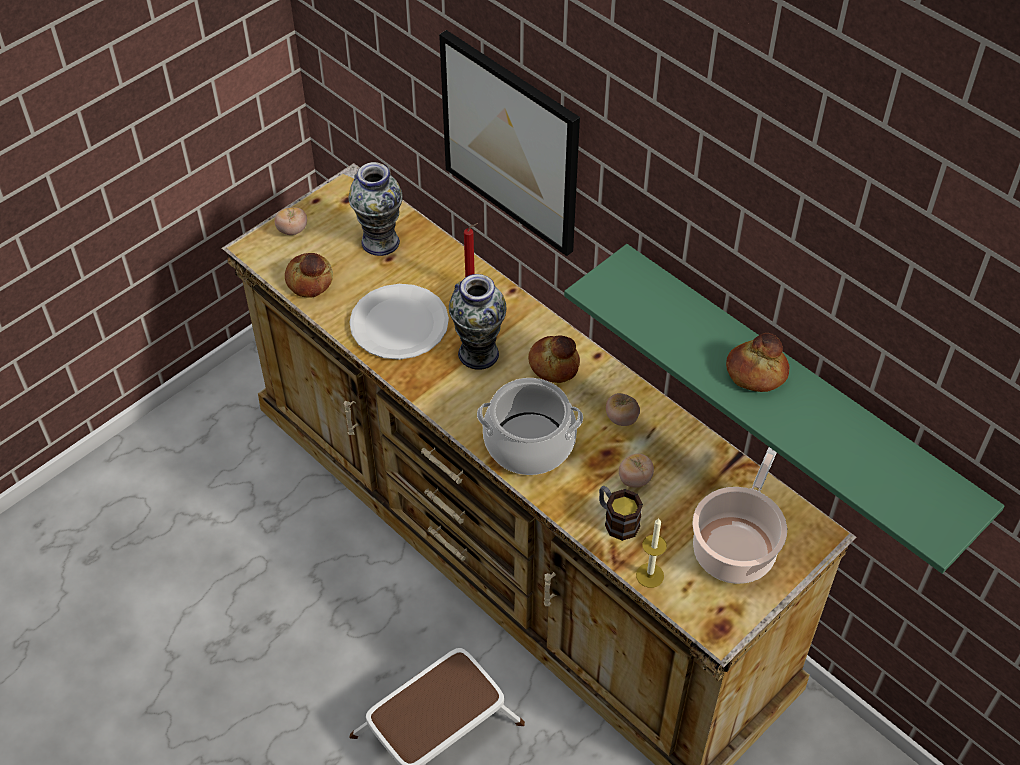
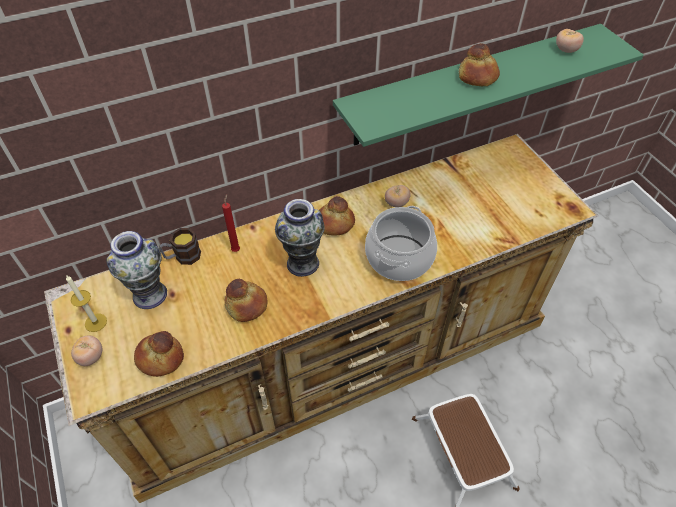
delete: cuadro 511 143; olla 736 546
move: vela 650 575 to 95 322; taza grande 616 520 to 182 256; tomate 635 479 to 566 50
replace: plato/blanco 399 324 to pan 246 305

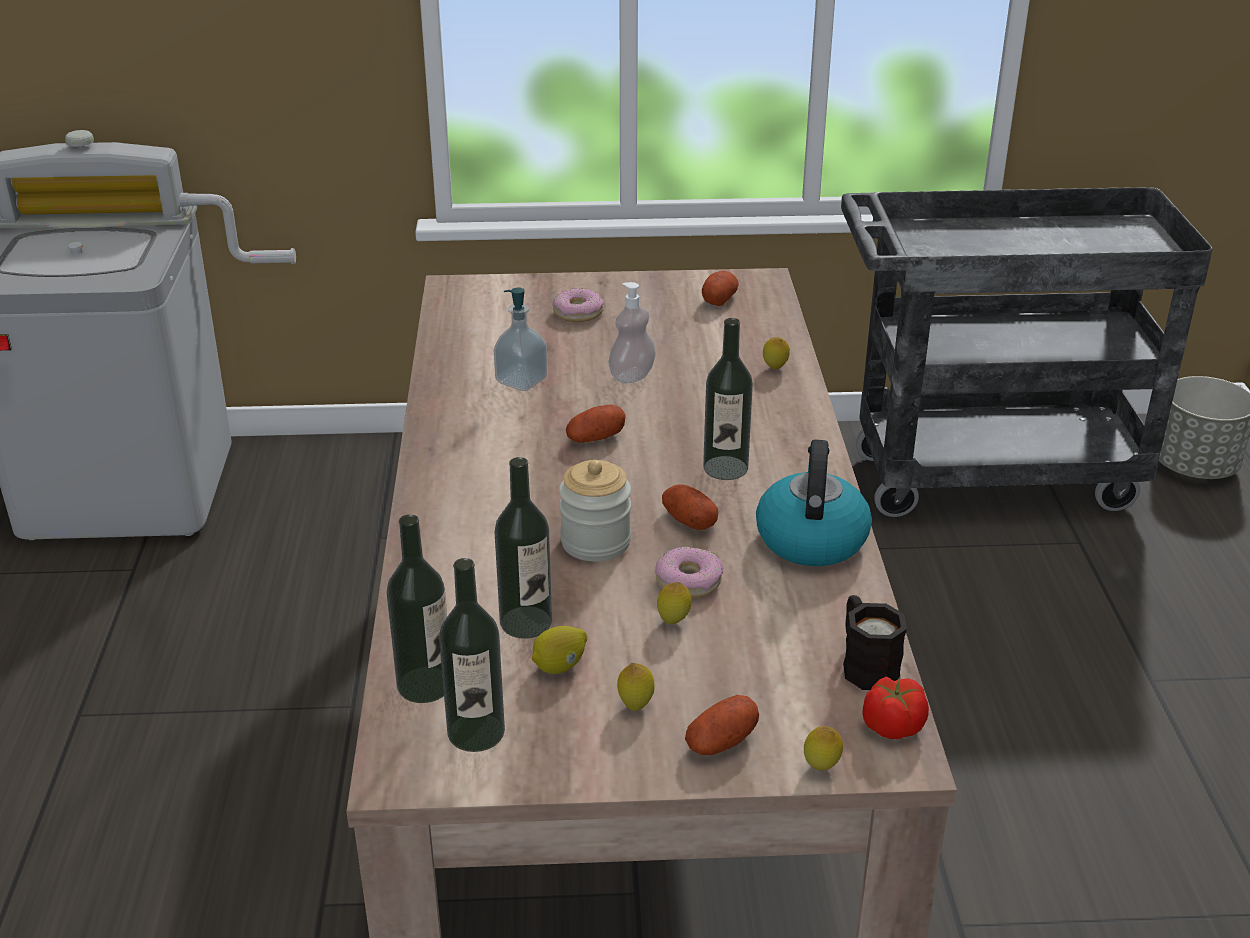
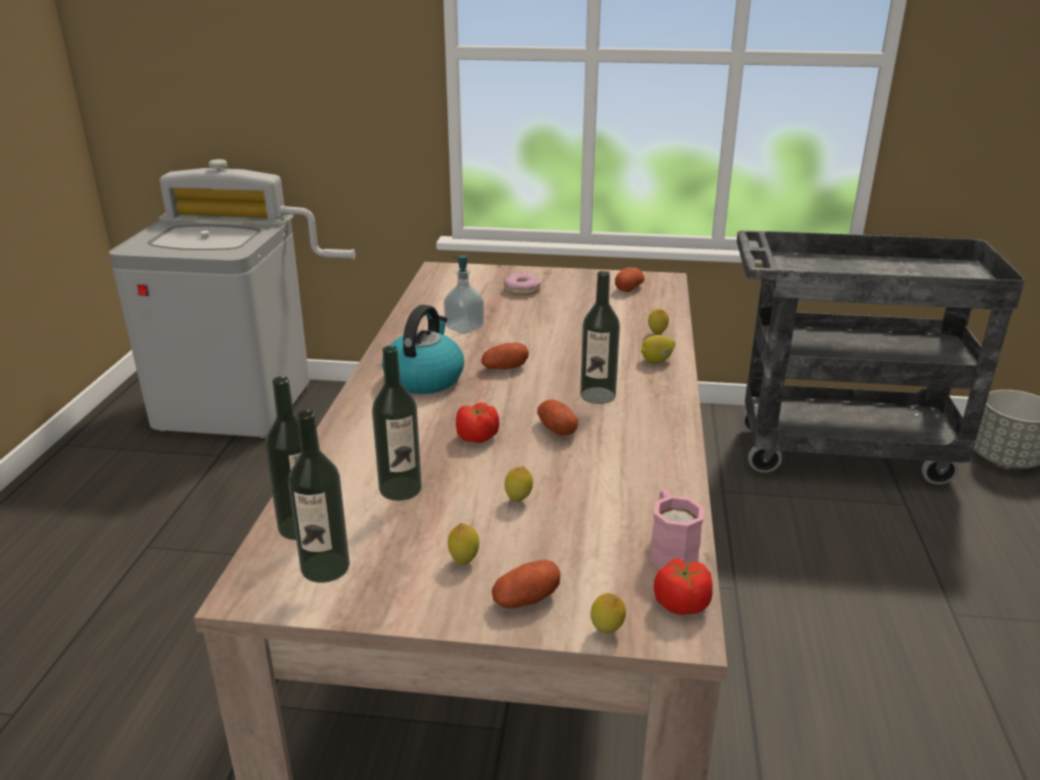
delete: dispensador de jabón 632 376; rosquilla 688 581
move: hervidor 811 538 to 424 378; limón 560 666 to 656 361
replace: tarro 595 542 to tomate 478 437
recolor: taza grande/negro 865 663 to taza grande/rosa 670 549

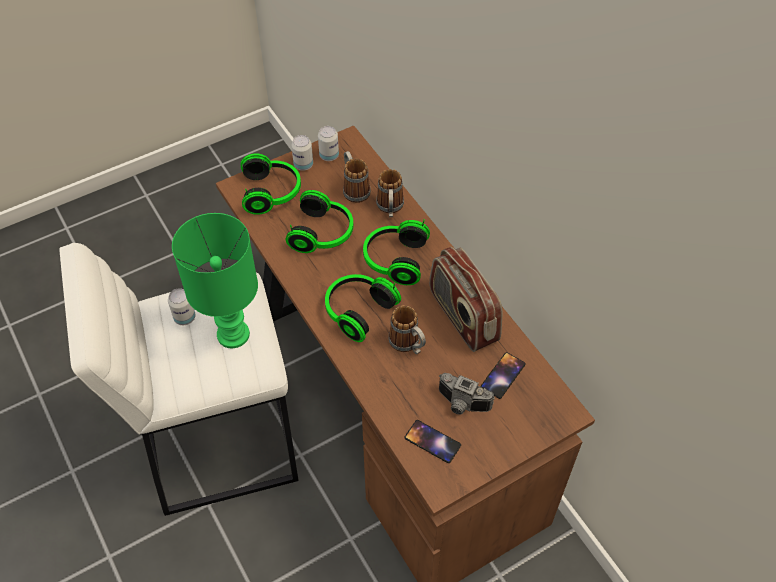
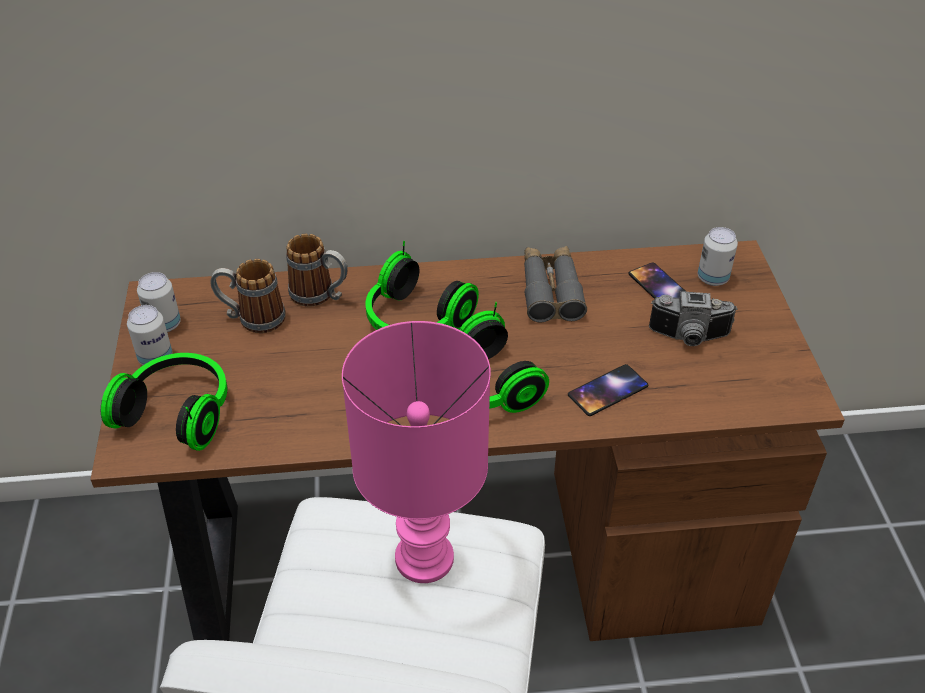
delete: auriculares 323 234; taza grande 408 345
move: móvil 432 442 to 608 391; lata 185 318 to 712 278
replace: radio 462 316 to prismáticos/gris 551 291
recolor: lámpara de mesa/verde 232 335 to lámpara de mesa/rosa 423 560
rotate: cámara 461 405 = 689 338 45 degrees clockwise

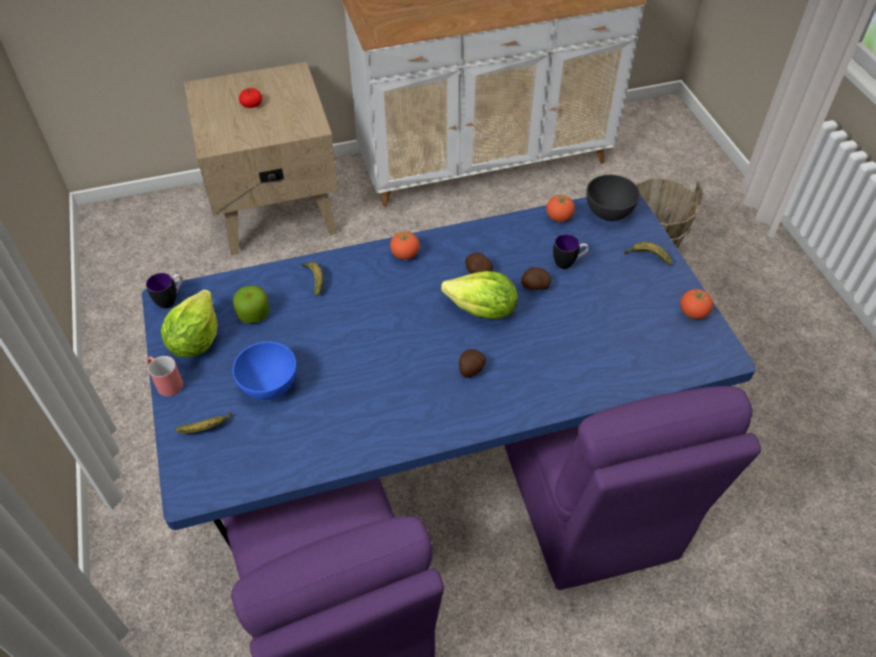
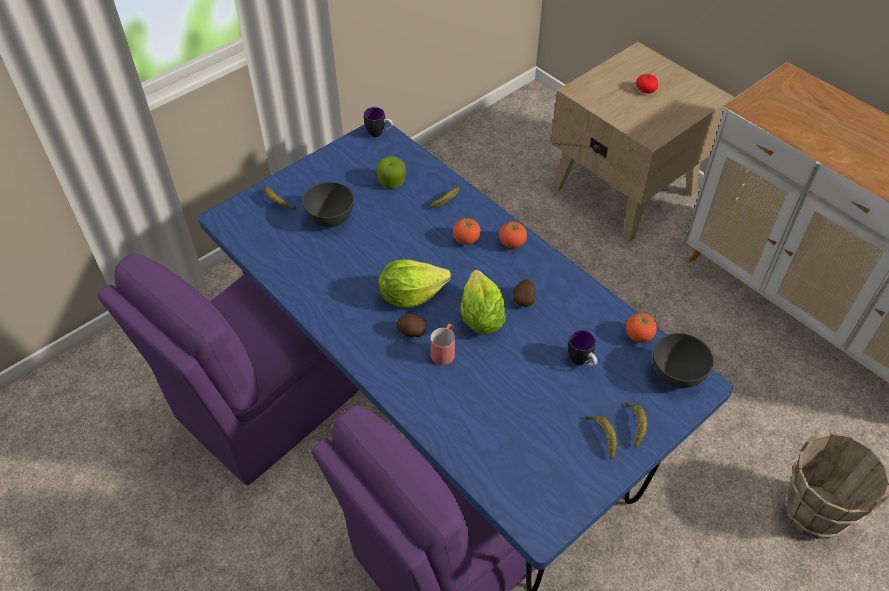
delete: patata 535 286
insert: plátano 603 436
move: lechuga 195 340 to 410 295; taza grande/rojo 166 382 to 444 350; tomate 693 313 to 466 240
recolor: cuenco/azul 270 385 to cuenco/gris 331 218

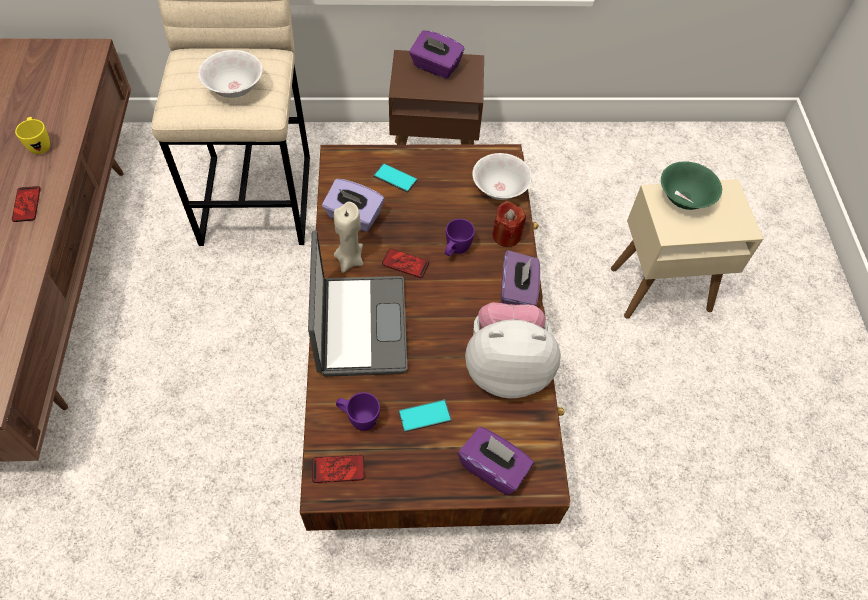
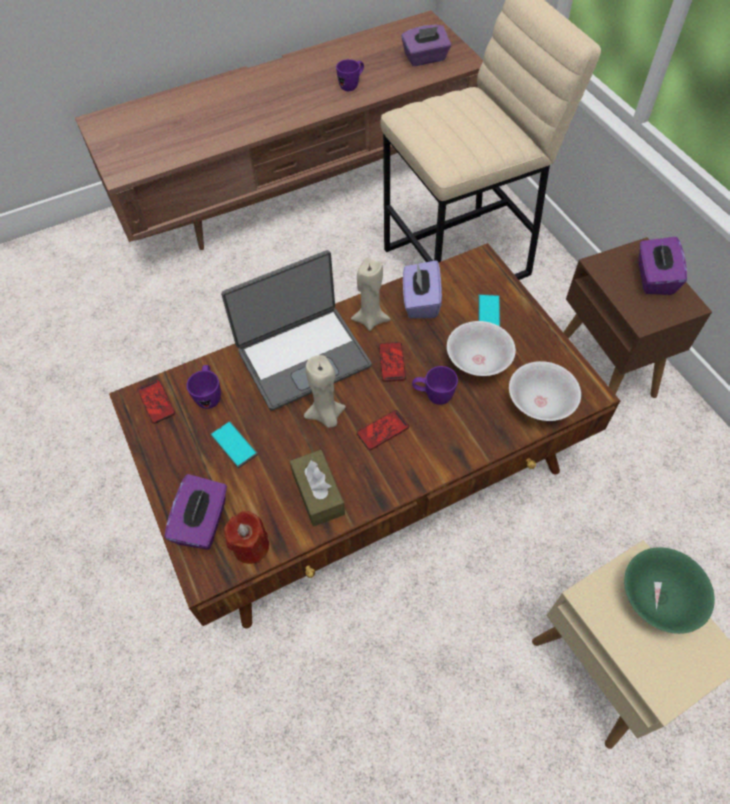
insert: vela/beis 326 416
move: vela/rojo 506 235 to 251 546; móvil 26 204 to 383 430; caja de pañuelos/morado 517 292 to 425 58; cuenco/blanco 235 89 to 478 362
replace: peluche 506 368 to caja de pañuelos/marrón 318 493
recolor: taza grande/amarillo 40 145 to taza grande/morado 352 86

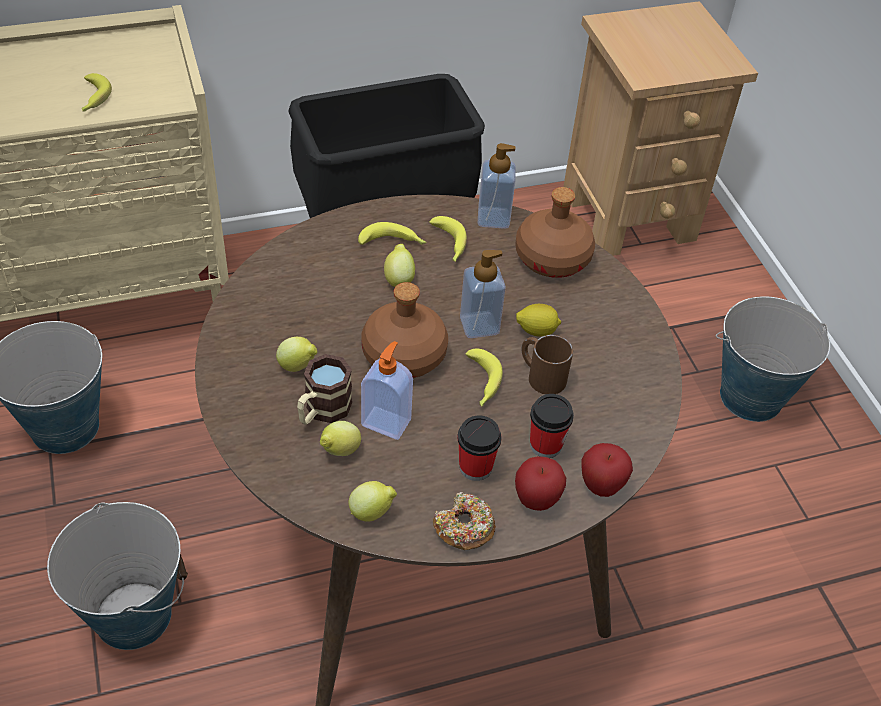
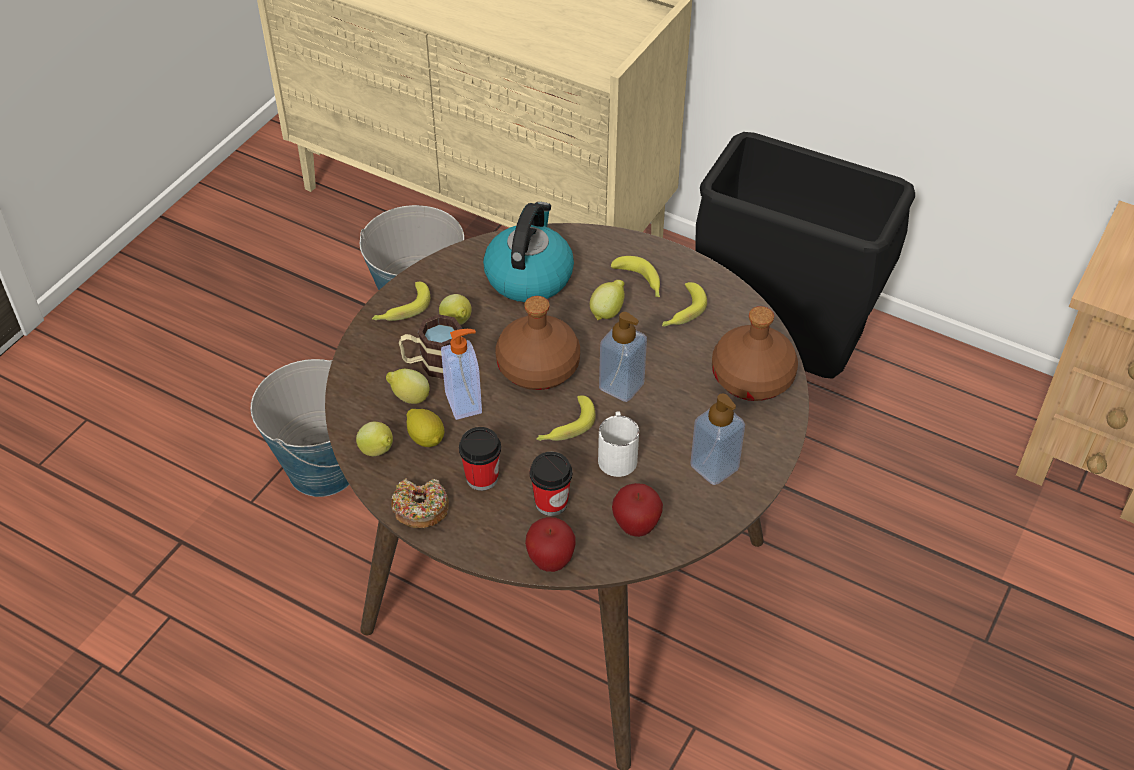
delete: cubo 750 397
insert: hervidor 529 276
move: plátano 92 99 to 401 309; limón 536 331 to 426 438; manzana 536 500 to 636 526; dispensador de jabón 493 218 to 714 467
recolor: taza grande/marrón 541 375 to taza grande/blanco 617 454

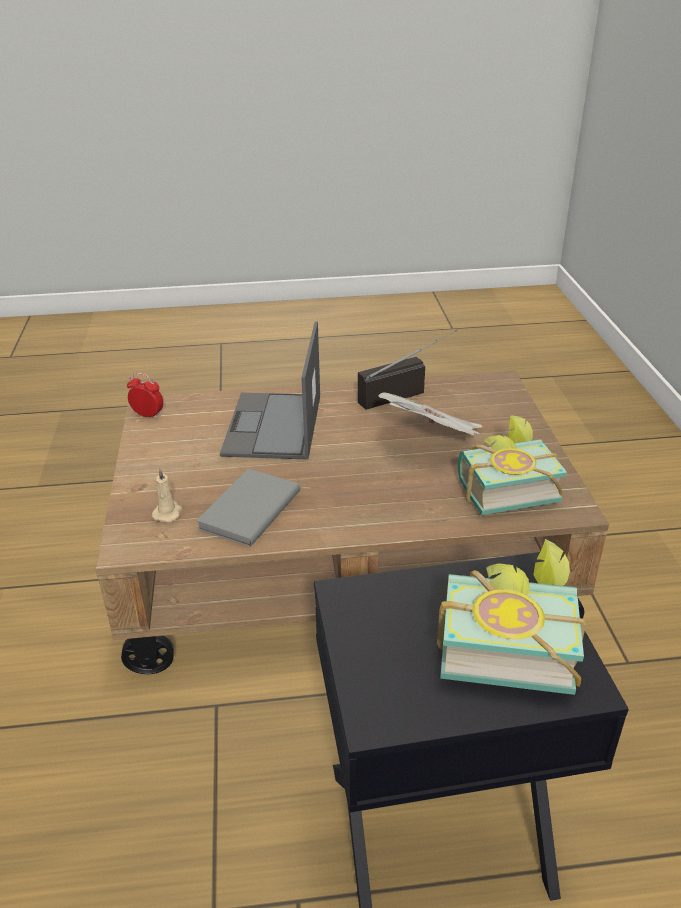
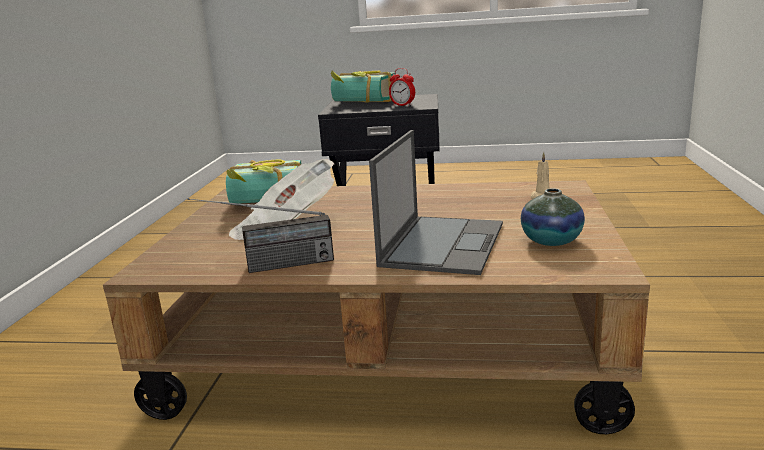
delete: libro/gris 247 510
insert: florero 551 241
move: despertador 148 415 to 402 105

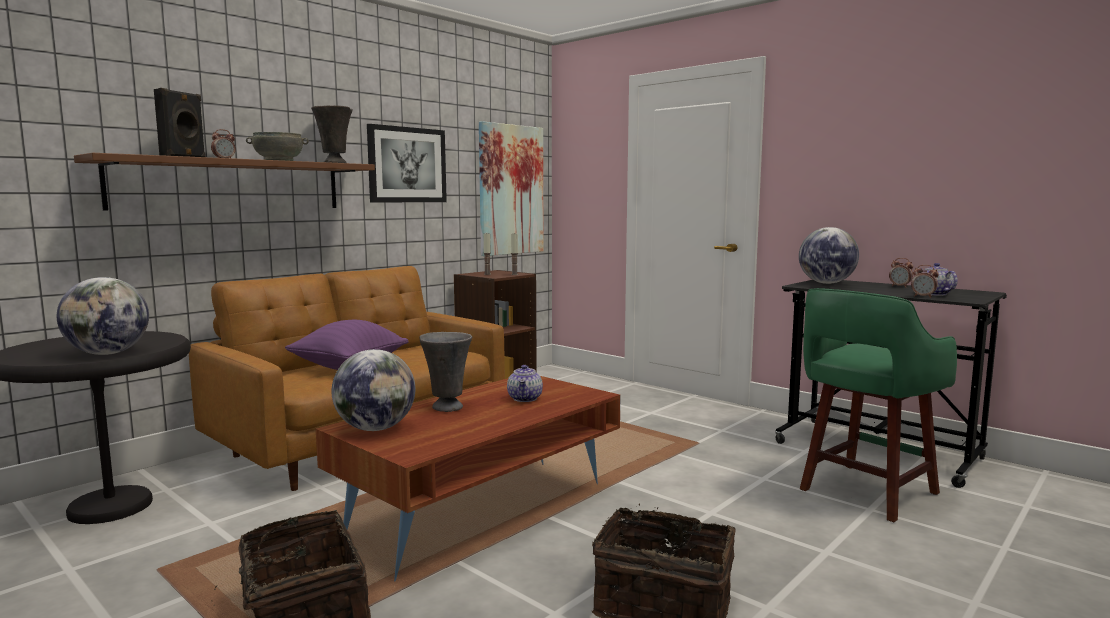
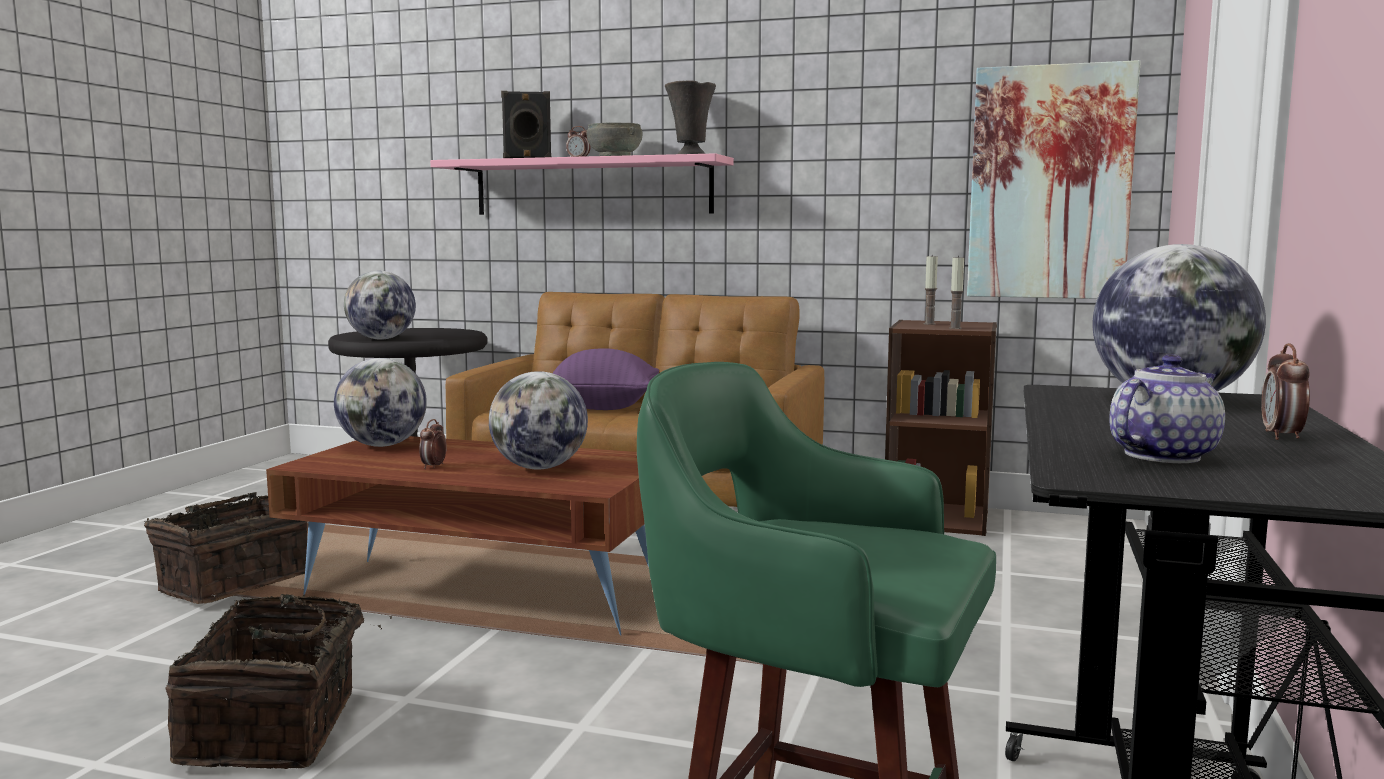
delete: cuadro 407 165; florero/gris 447 407
move: despertador 923 297 to 433 467
replace: tetera 525 398 to globo terráqueo 540 468
recolor: estante/marrón 231 185 to estante/rosa 592 187

